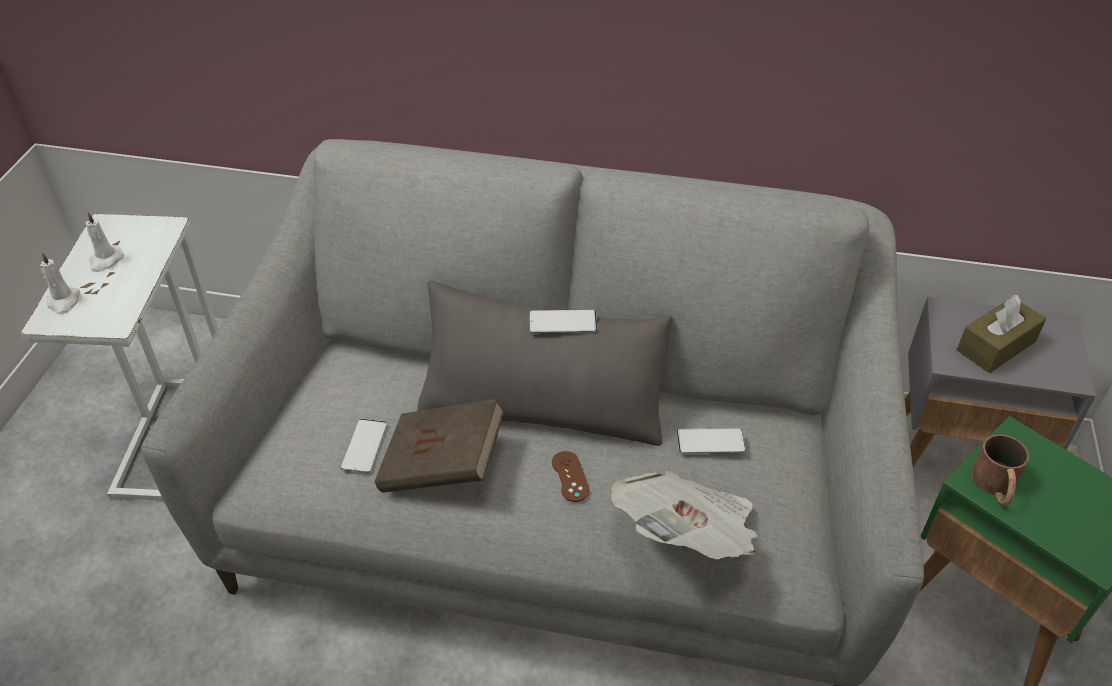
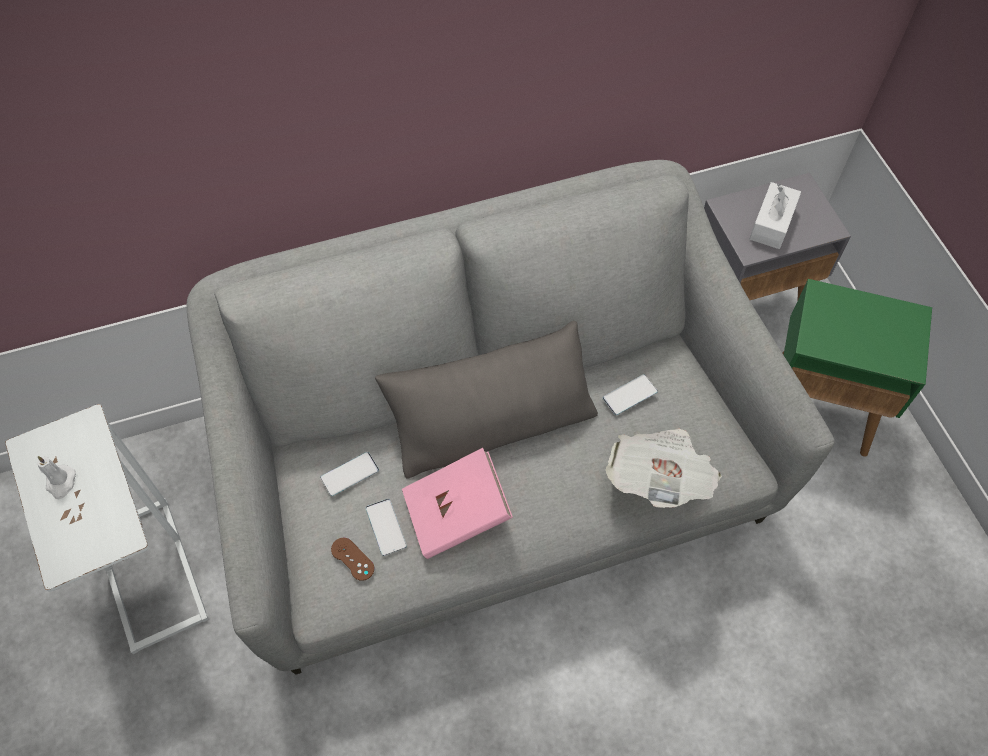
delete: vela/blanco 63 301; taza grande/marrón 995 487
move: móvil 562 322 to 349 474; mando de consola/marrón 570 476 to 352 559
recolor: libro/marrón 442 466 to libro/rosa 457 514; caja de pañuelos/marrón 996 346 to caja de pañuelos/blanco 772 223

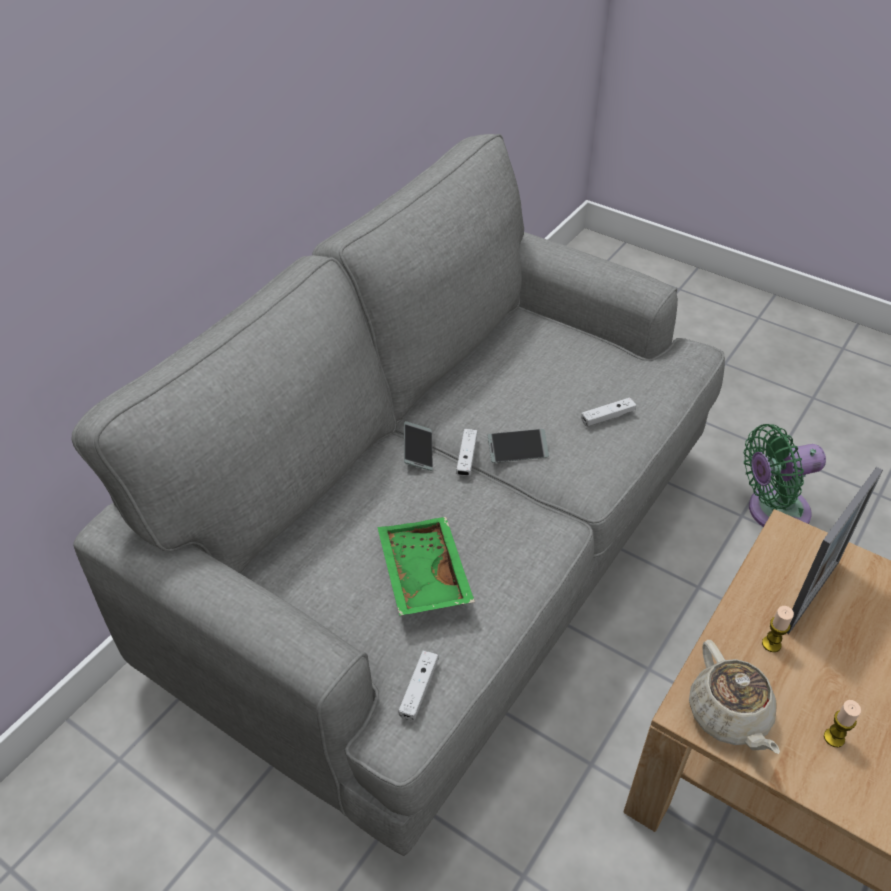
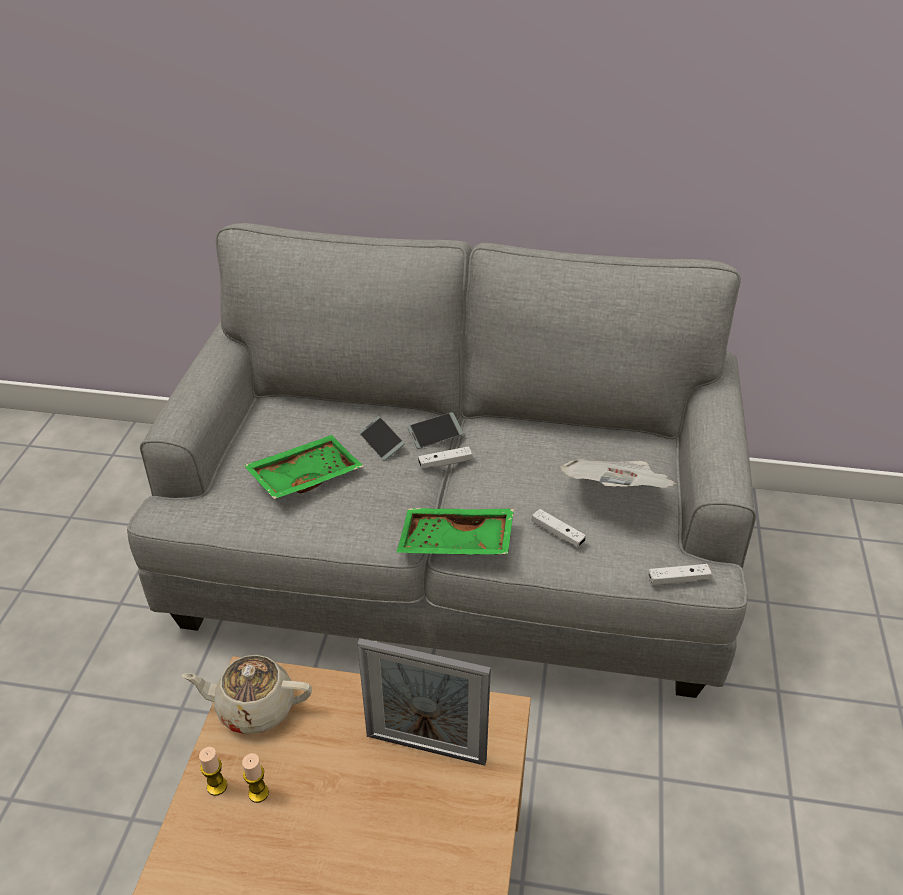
delete: ventilador/verde 772 511
insert: bandeja/verde 455 544; periódico 616 495
move: vela 771 644 to 217 786; móvil 517 450 to 381 443; mando de consola/blanco 419 689 to 678 579
rotate: tetera/beis 729 716 = 254 707 45 degrees clockwise

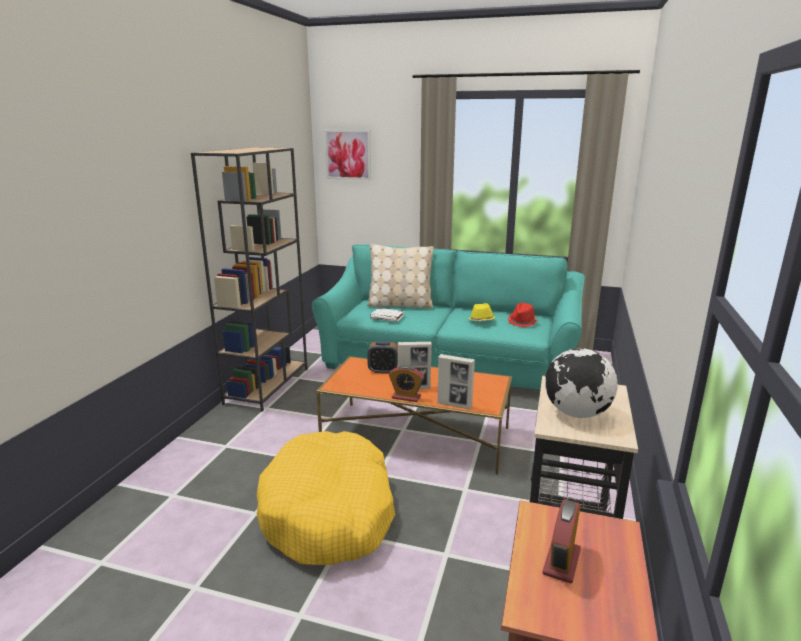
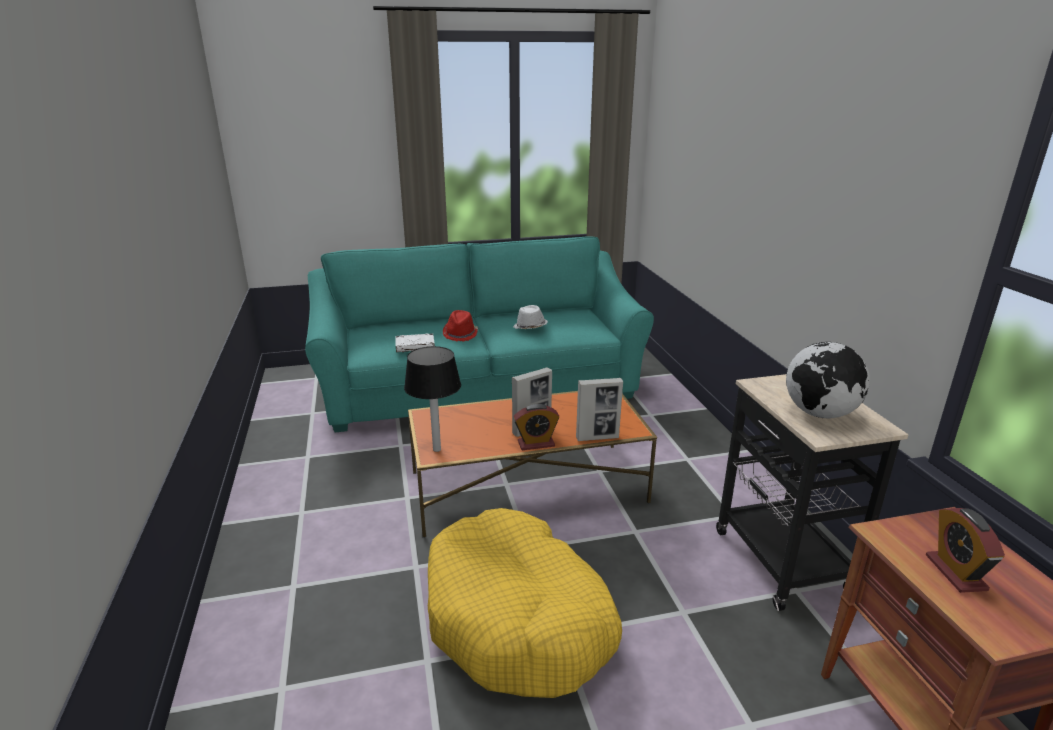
delete: estantería 267 385; cuadro 348 154; cojín/beis 400 305; despertador 383 371
insert: lámpara de mesa 436 449
move: sombrero/rojo 522 322 to 460 334
recolor: sombrero/amarillo 481 321 to sombrero/blanco 530 328

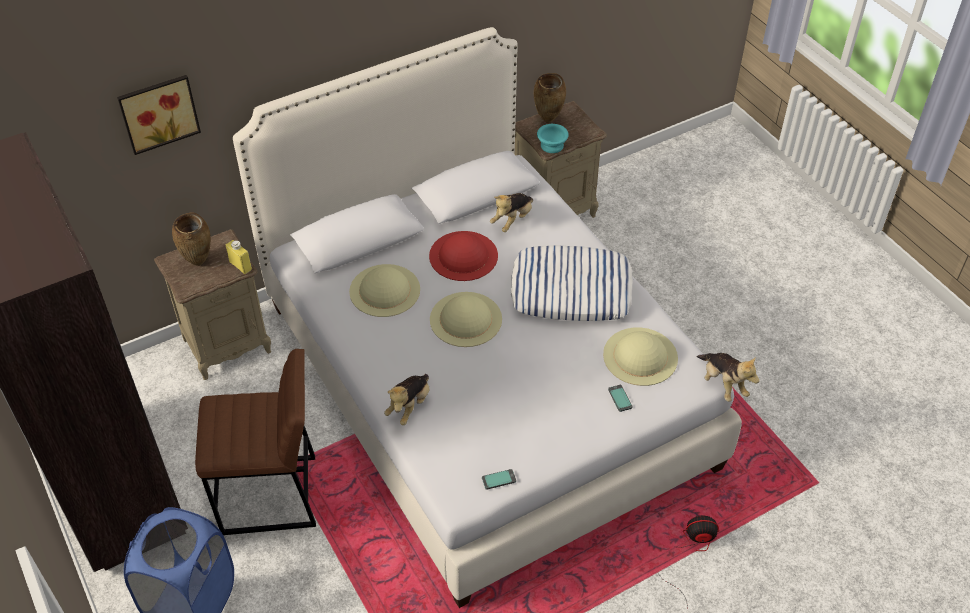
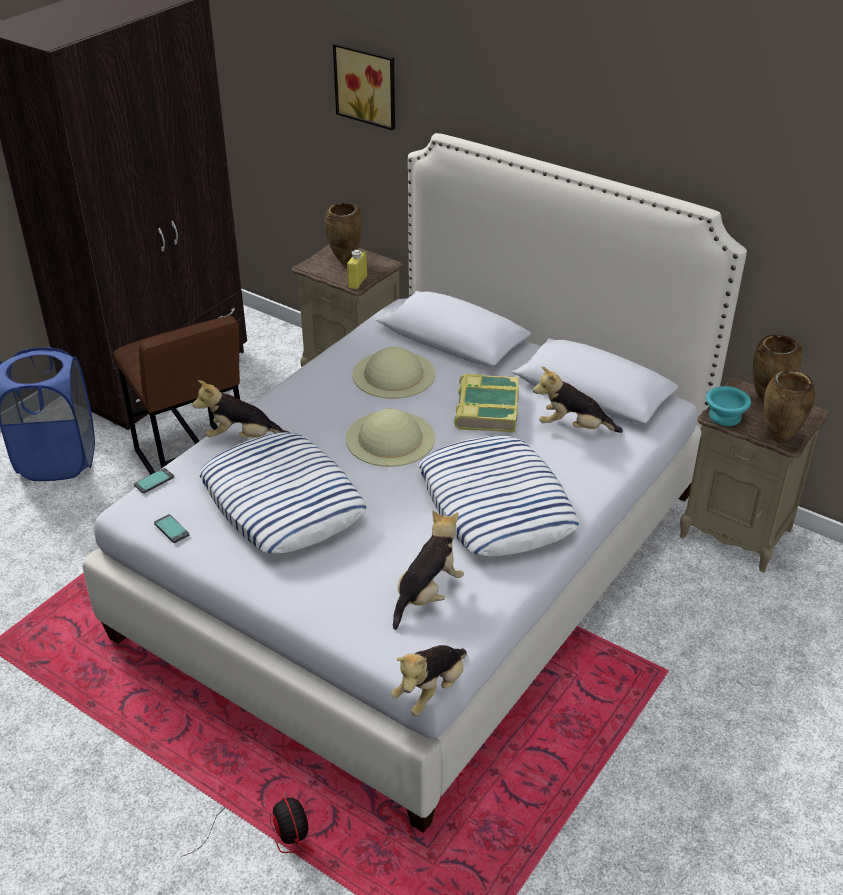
insert: cojín 283 502; florero/marrón 778 438
move: móvil 619 398 to 154 481
replace: sombrero/beis 640 356 to peluche 427 594; sombrero/rojo 463 256 to libro 486 409

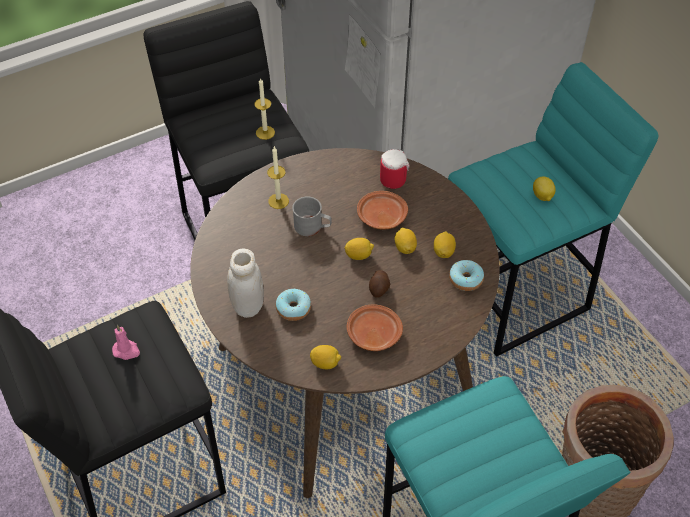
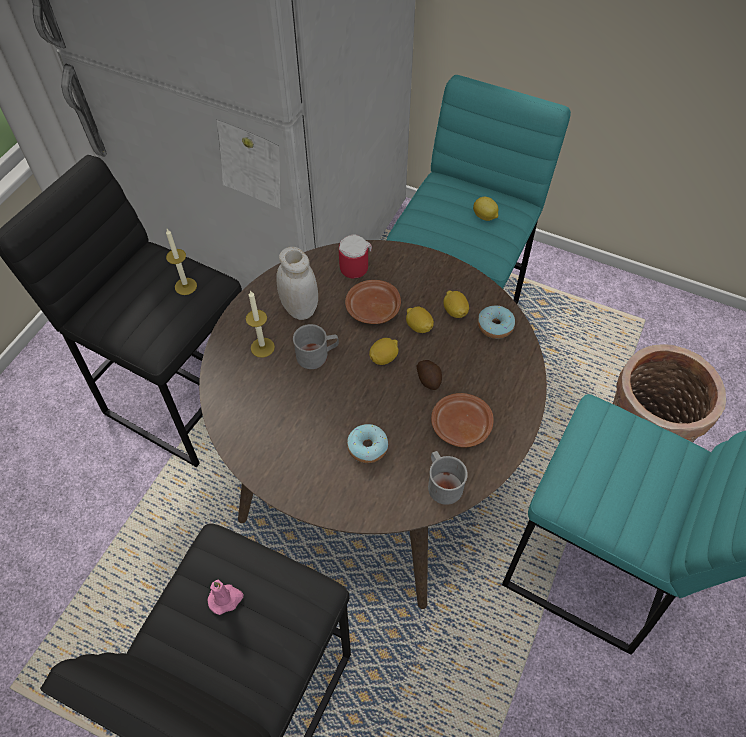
move: tarro/blanco 248 306 to 300 309
replace: limón 325 363 to taza grande/gris 442 483

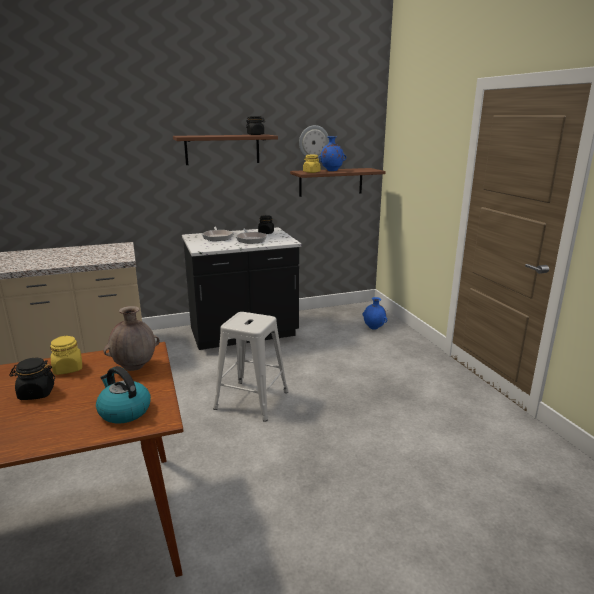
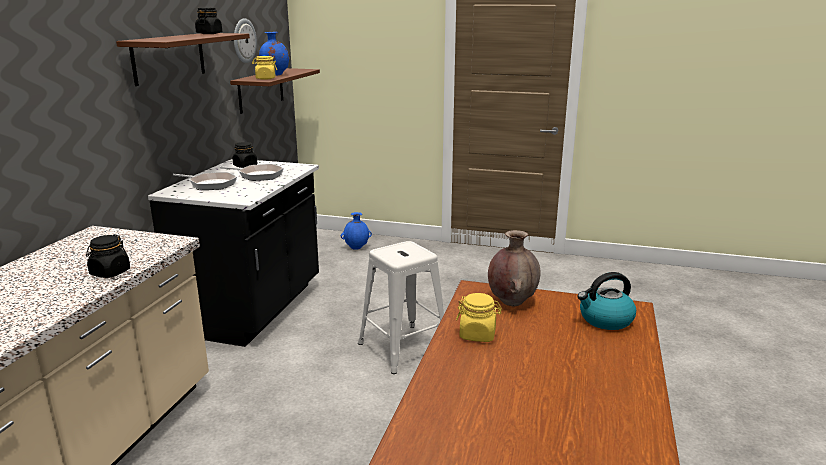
move: tarro/negro 36 393 to 110 272

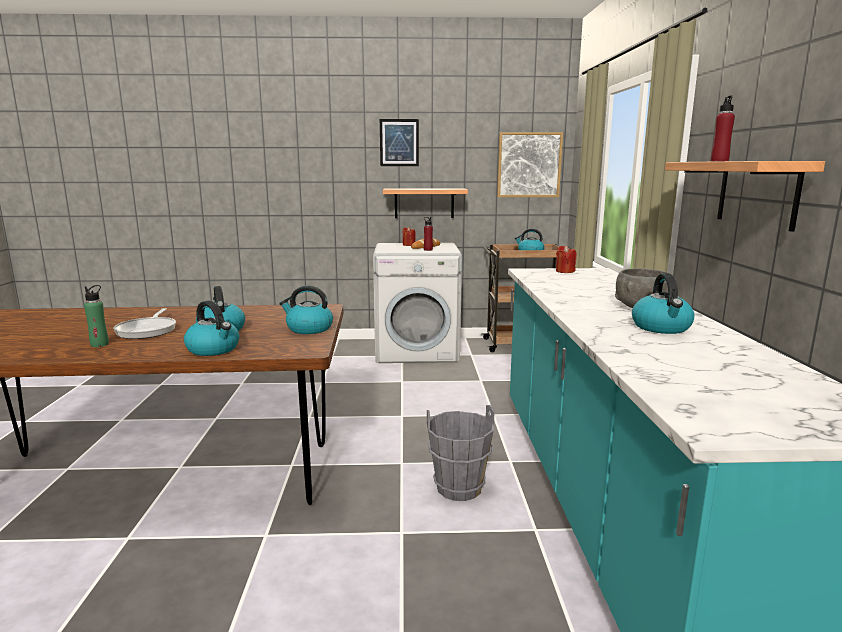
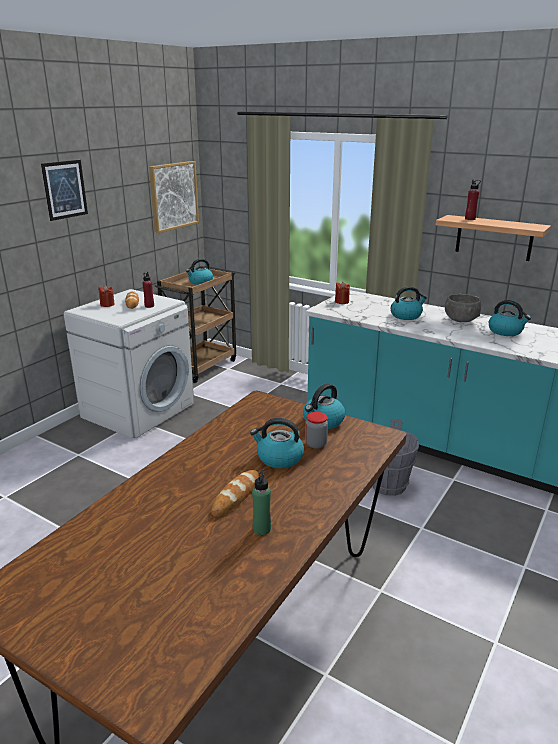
delete: estante 424 203
insert: tarro 316 444
move: hervidor 214 349 to 406 315
replace: sartén 148 330 to pan 236 495

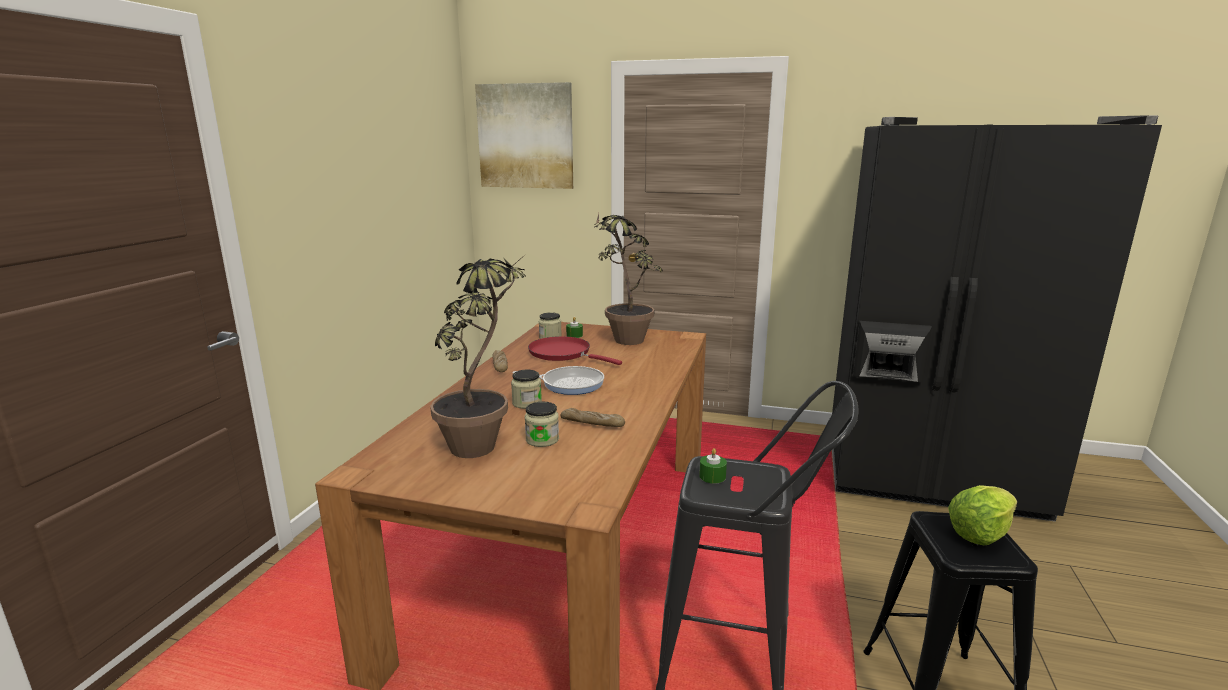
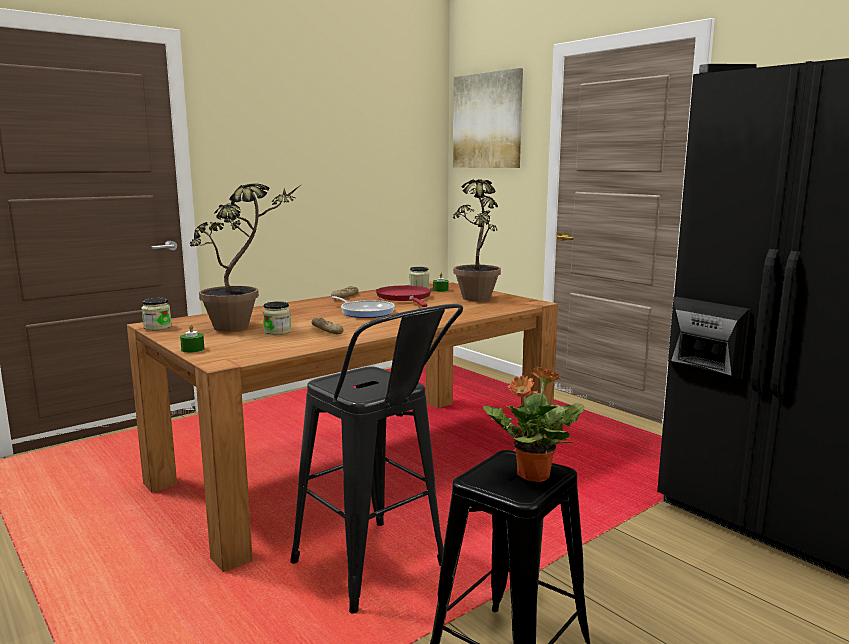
move: tarro 527 403 to 157 327; vela/verde 712 476 to 193 349
replace: lechuga 980 533 to planta en maceta 532 475

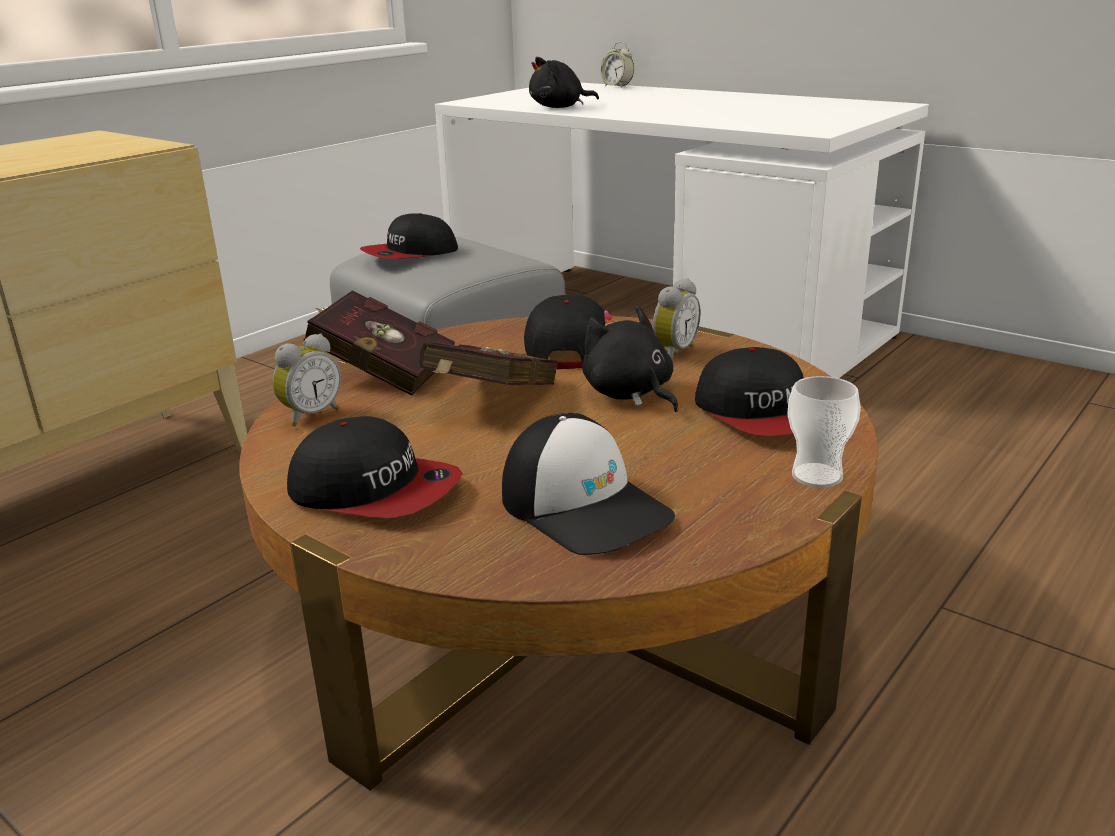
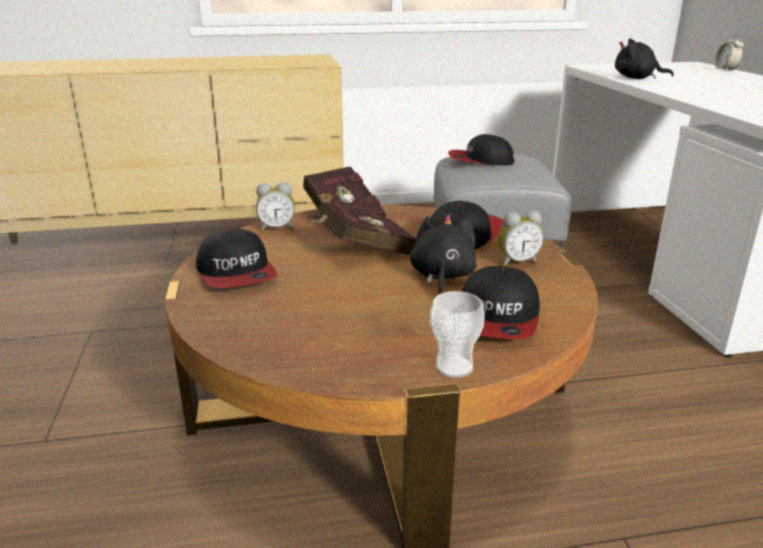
delete: gorra 586 507

